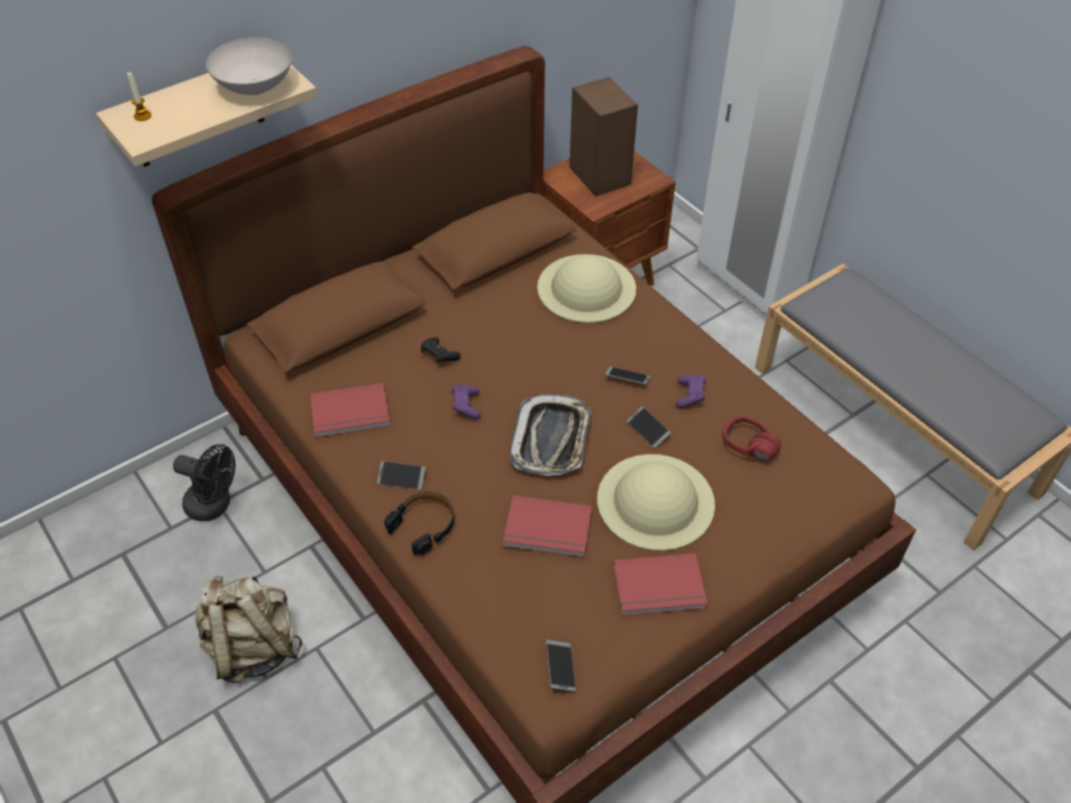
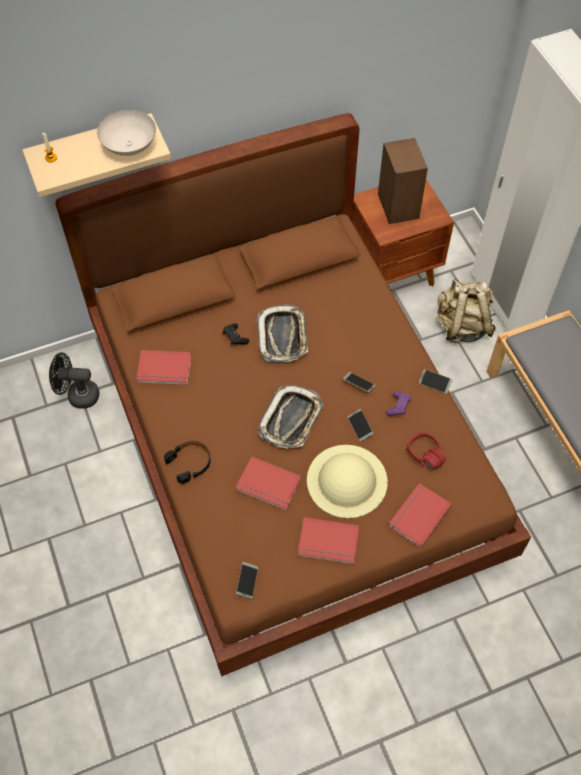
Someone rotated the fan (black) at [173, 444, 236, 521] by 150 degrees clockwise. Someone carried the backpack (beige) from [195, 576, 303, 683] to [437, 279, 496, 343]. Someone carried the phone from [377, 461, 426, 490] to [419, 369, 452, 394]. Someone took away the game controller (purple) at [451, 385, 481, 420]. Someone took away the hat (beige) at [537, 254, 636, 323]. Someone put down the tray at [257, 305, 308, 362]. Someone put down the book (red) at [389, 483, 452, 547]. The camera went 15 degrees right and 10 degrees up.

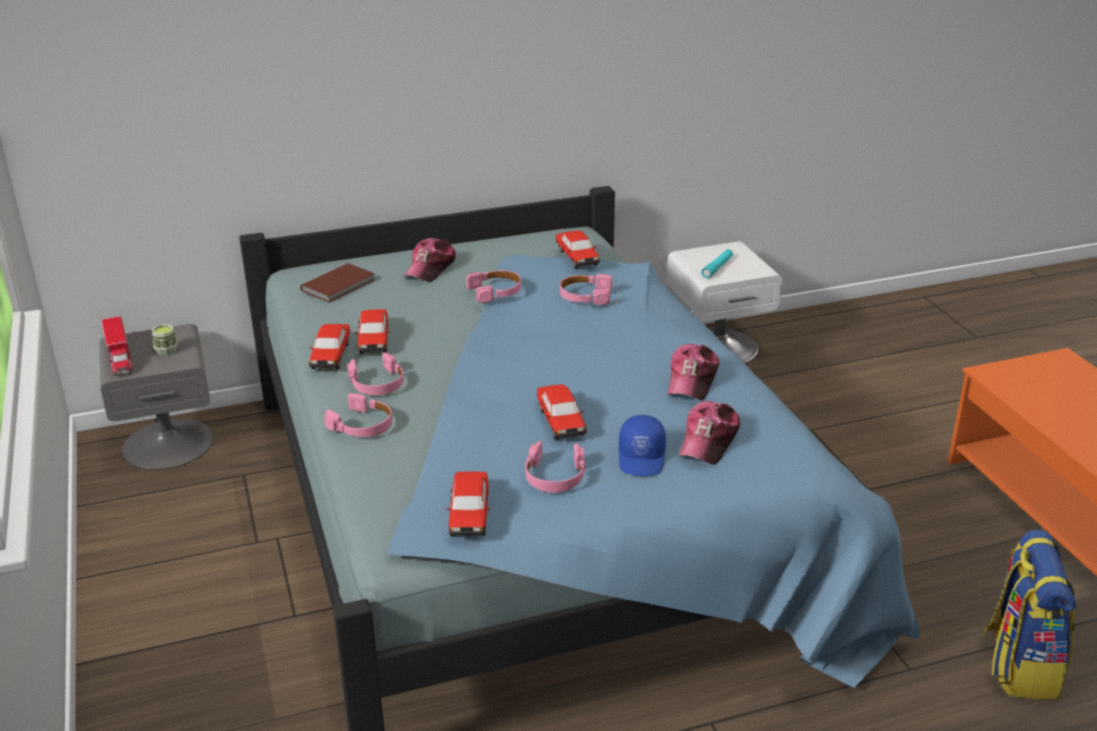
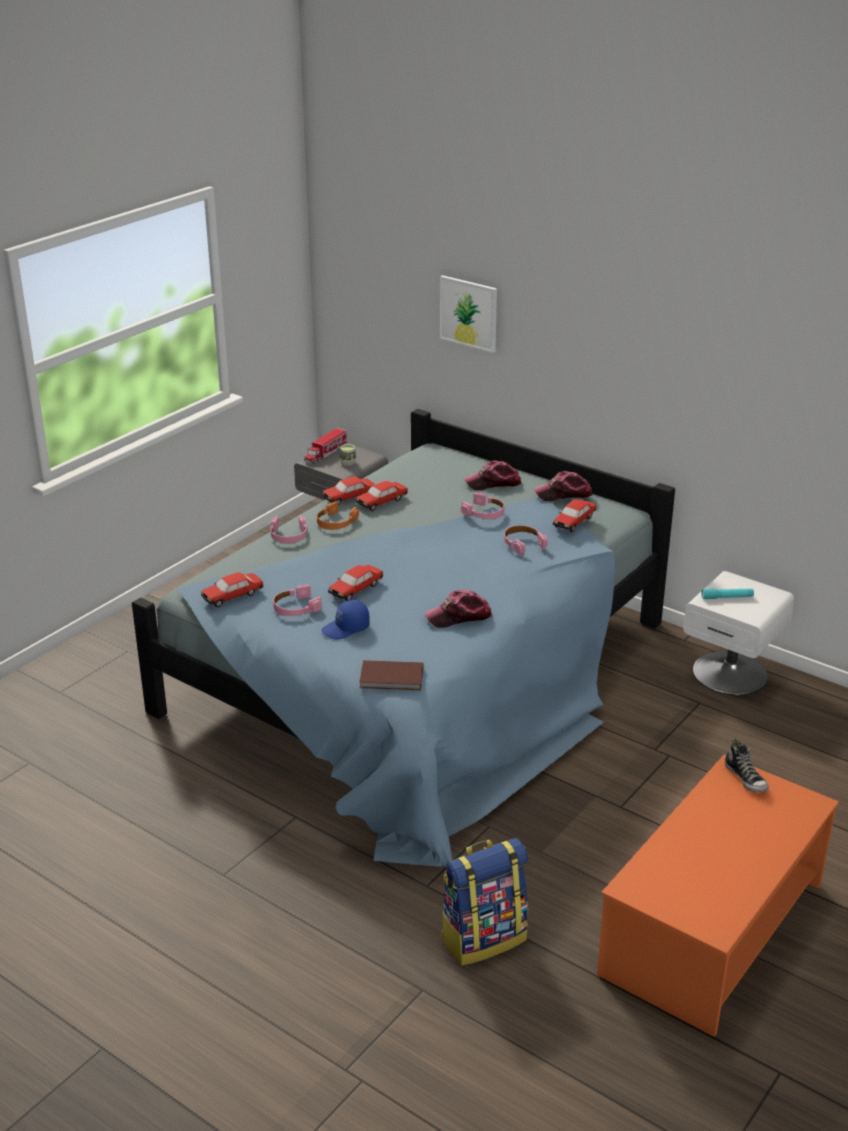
Someone carried the book (brown) from [301, 263, 375, 303] to [359, 660, 423, 691]. Someone repainted the headphones (pink) at [347, 352, 404, 395], which became the headphones (orange) at [317, 501, 359, 530]. Someone carried the cap from [679, 401, 740, 464] to [534, 471, 592, 501]. Someone put up the picture at [440, 275, 497, 353]. Someone put down the shoe at [724, 738, 768, 793]. The camera went 55 degrees right and 0 degrees up.

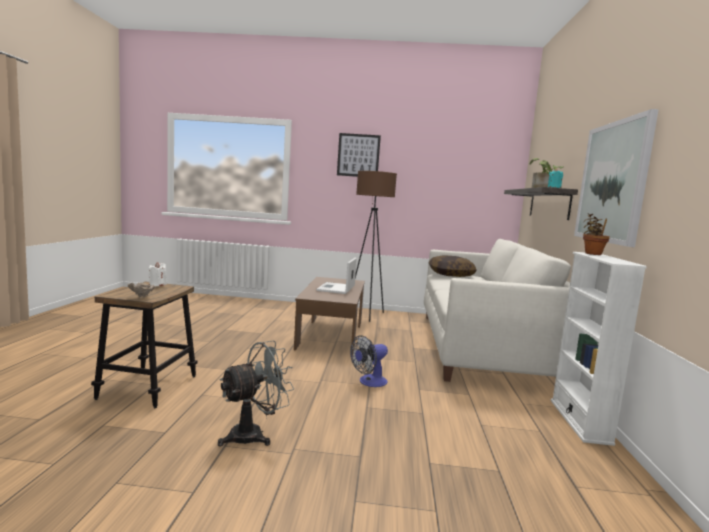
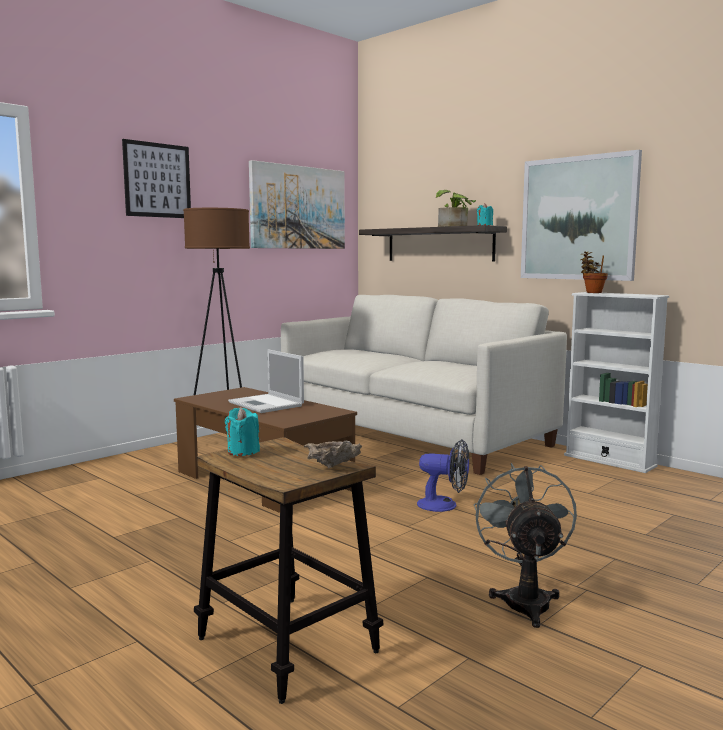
Someone repainted the candle (white) at [148, 262, 167, 286], which became the candle (turquoise) at [225, 407, 260, 456]. Someone rotated the fan at [350, 335, 388, 387] by 75 degrees counterclockwise. Someone took away the pillow at [428, 255, 477, 277]. Someone put up the picture at [249, 160, 345, 249]. The camera went 50 degrees left and 0 degrees up.

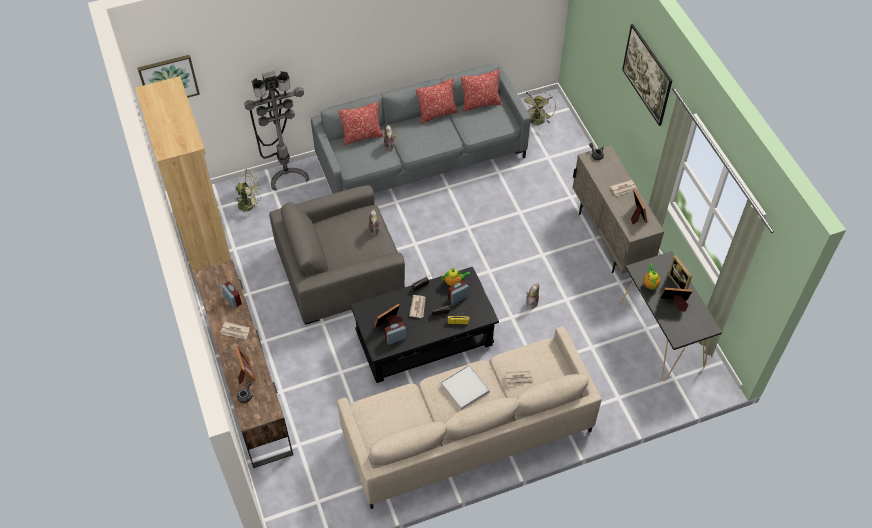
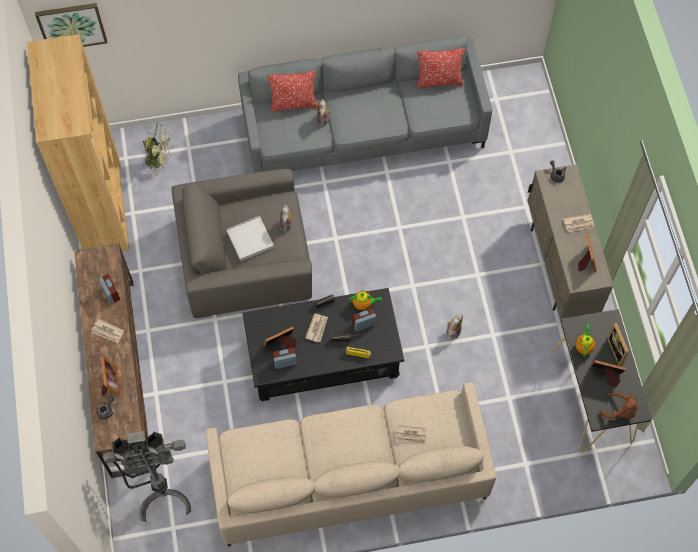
Someone carried the floor lamp (grey) from [244, 71, 309, 191] to [103, 431, 191, 522]. Someone took away the pillow at [416, 78, 458, 124]. Someone carried the tray (white) from [441, 365, 490, 410] to [226, 216, 274, 261]. Someone took away the fan (green) at [521, 90, 556, 125]. Someone took away the picture at [622, 24, 672, 126]. Someone put down the plush toy (brown) at [600, 393, 638, 419]. The camera went 10 degrees right and 10 degrees up.

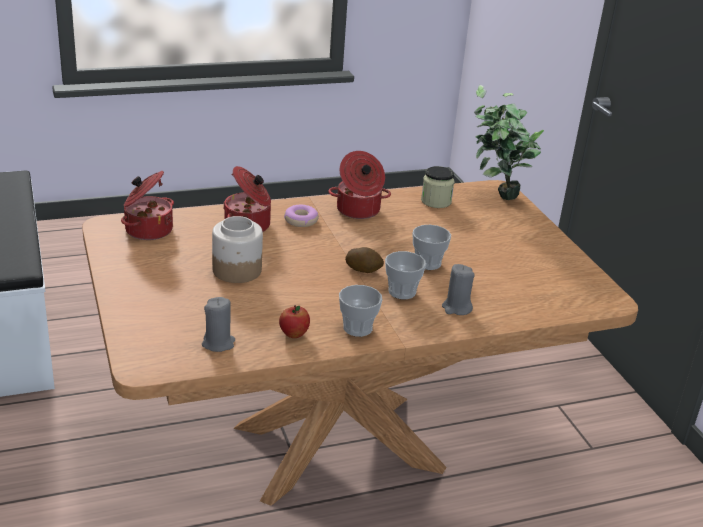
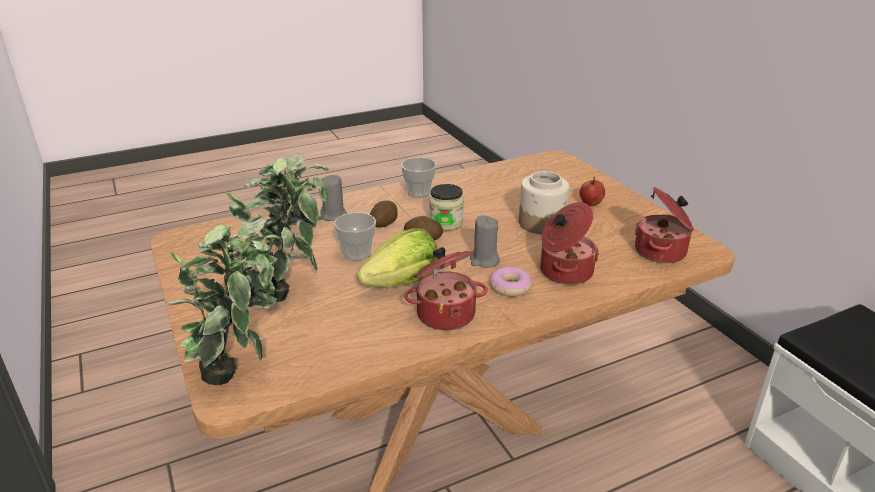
Someone carried the candle (grey) from [202, 297, 235, 352] to [470, 215, 500, 268]. Someone carried the apple from [279, 305, 310, 338] to [580, 177, 605, 206]. Someone swapped the cup at [385, 251, 426, 299] for the potato at [370, 200, 398, 228]. Someone carried the jar from [421, 166, 455, 208] to [429, 184, 464, 231]. Someone put down the potted plant at [227, 153, 330, 302]. Someone put down the lettuce at [357, 229, 438, 288]. The camera went 175 degrees right and 0 degrees up.

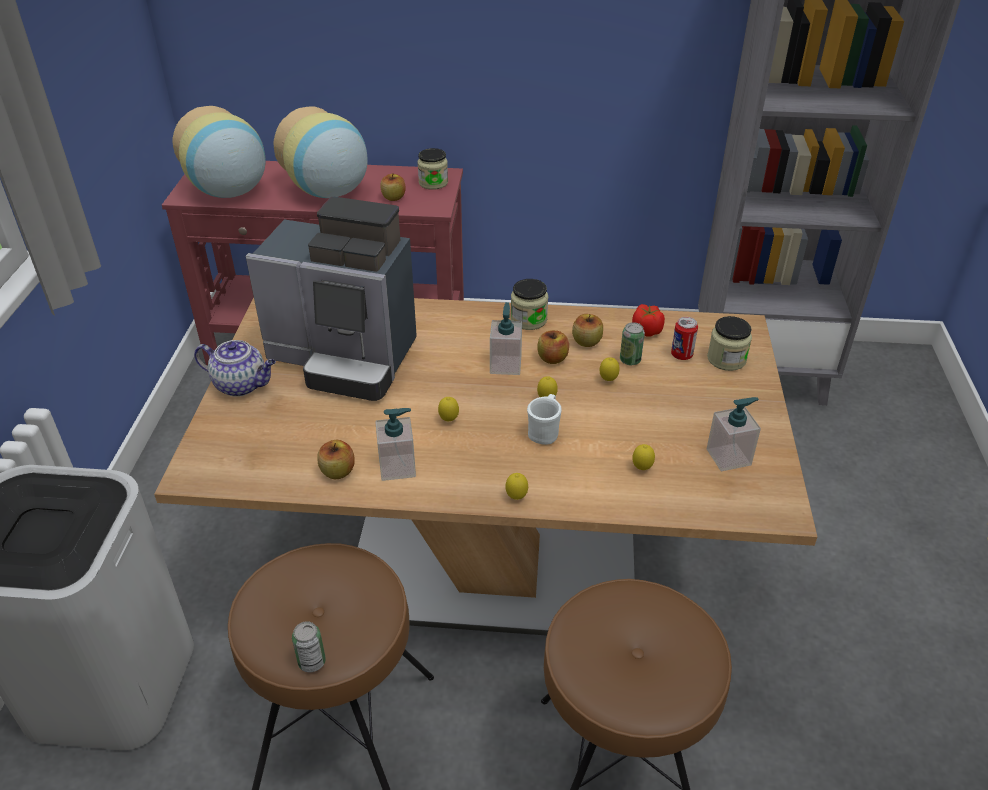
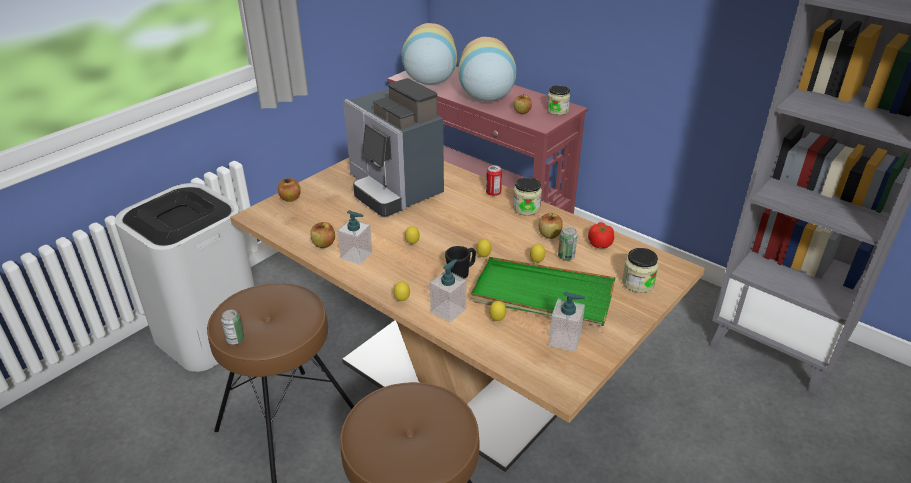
Someone took away the teapot at [194, 340, 276, 397]. Someone carried the soap dispenser from [490, 302, 522, 375] to [430, 259, 466, 322]. Someone repainted the mug (white) at [527, 394, 562, 445], which became the mug (black) at [445, 246, 476, 279]. Someone carried the apple from [537, 330, 569, 364] to [278, 178, 301, 202]. Someone carried the can from [671, 317, 698, 360] to [486, 165, 502, 196]. Someone put down the tray (green) at [471, 257, 616, 326]. The camera went 35 degrees right and 5 degrees down.

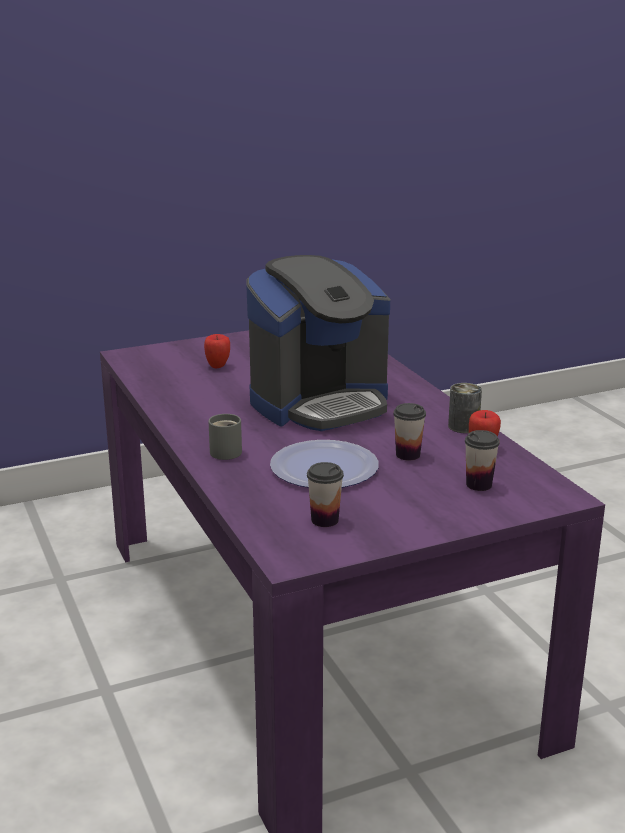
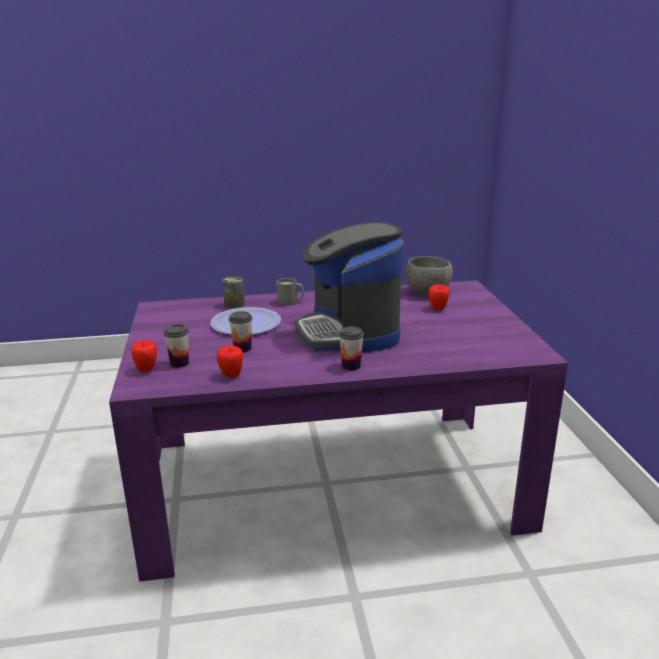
Someone carried the cup from [307, 462, 344, 527] to [339, 326, 364, 370]. Someone carried the can from [448, 383, 482, 433] to [223, 276, 245, 309]. Someone put down the apple at [132, 340, 157, 372]. Someone put down the bowl (grey) at [405, 256, 452, 295]. The camera went 105 degrees right and 0 degrees up.

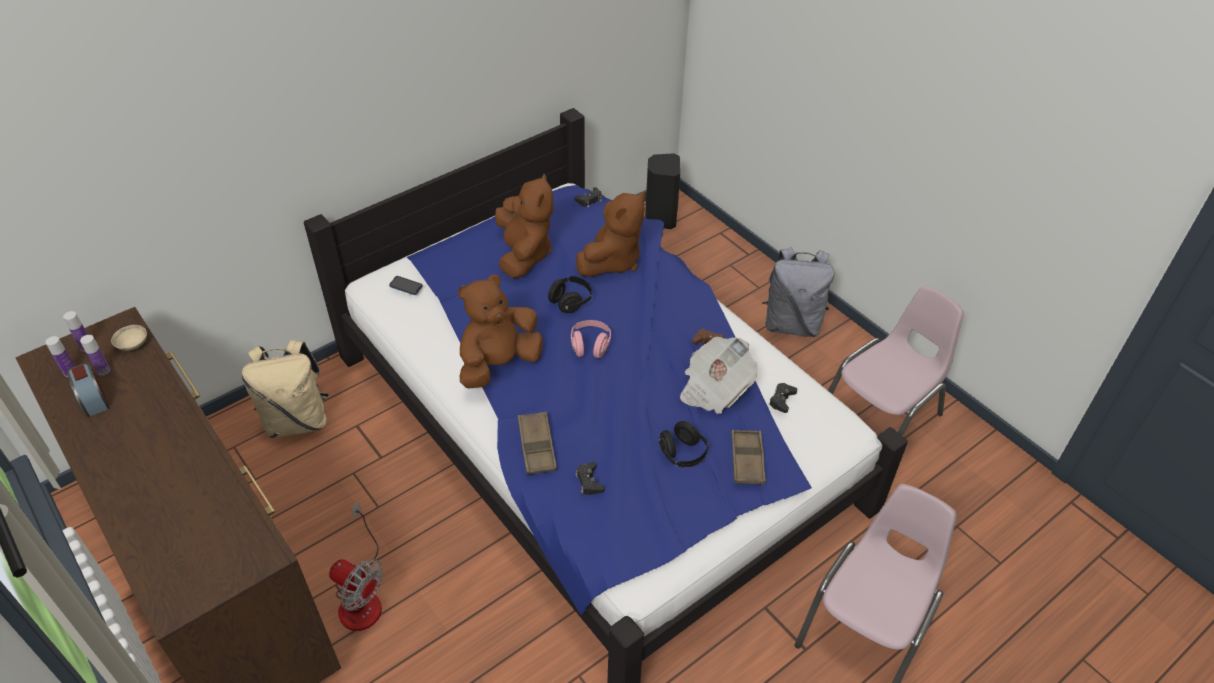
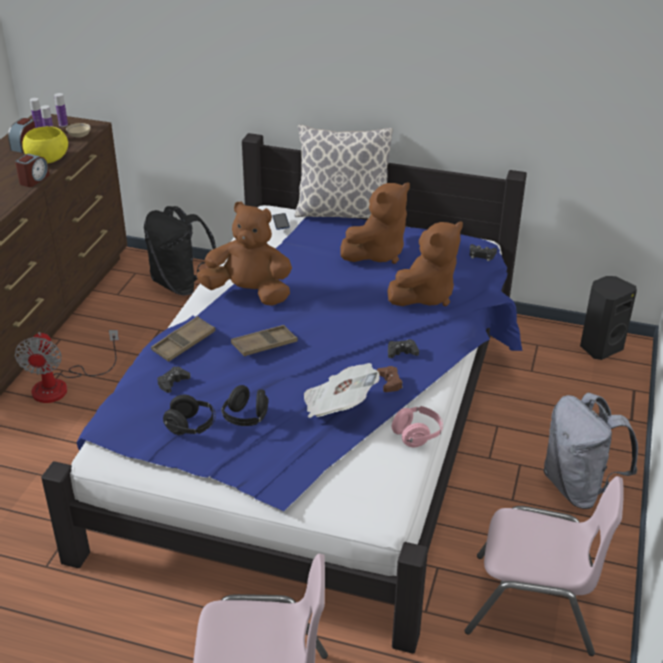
Someone repainted the backpack (beige) at [242, 340, 328, 438], which became the backpack (black) at [144, 206, 216, 295]. Someone carried the headphones (black) from [548, 276, 592, 313] to [163, 395, 216, 435]. Someone carried the headphones (pink) from [571, 320, 611, 358] to [392, 406, 443, 447]. Someone rotated the plush toy (brown) at [576, 192, 646, 277] by 45 degrees counterclockwise. Someone carried the tray (brown) from [731, 430, 766, 484] to [231, 325, 298, 356]. Someone carried the game controller (black) from [769, 383, 797, 413] to [388, 339, 419, 358]. Someone put down the alarm clock at [15, 154, 50, 187]. Someone put down the bowl (yellow) at [22, 126, 68, 164]. Someone put down the pillow at [294, 124, 393, 219]. The camera went 55 degrees right and 10 degrees down.

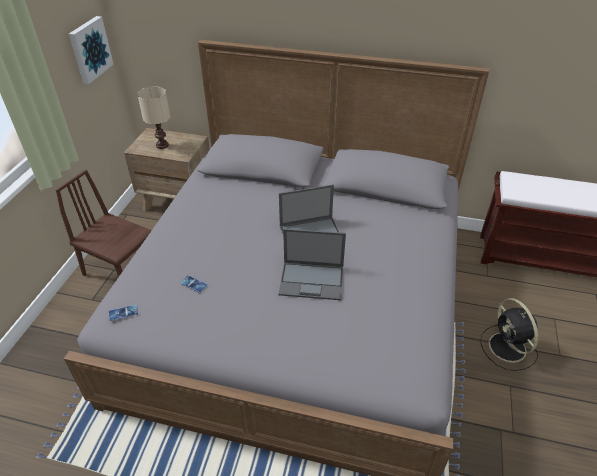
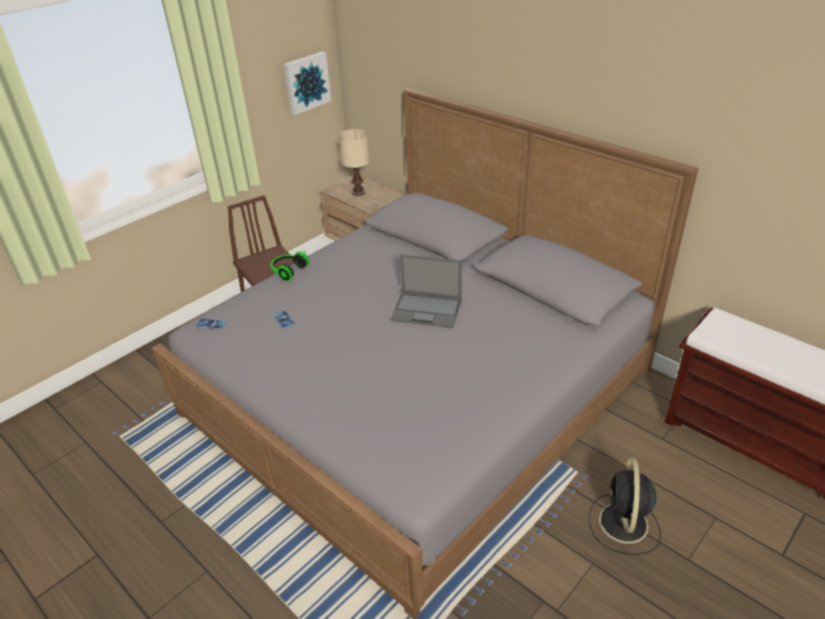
Someone took away the laptop at [279, 229, 346, 300]. Someone put down the headphones at [271, 251, 309, 281]. The camera went 30 degrees right and 5 degrees down.

